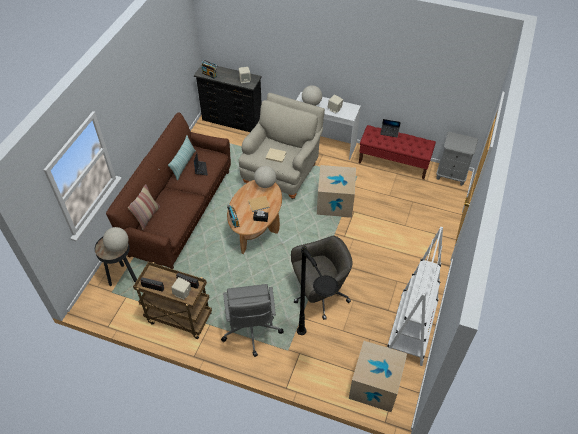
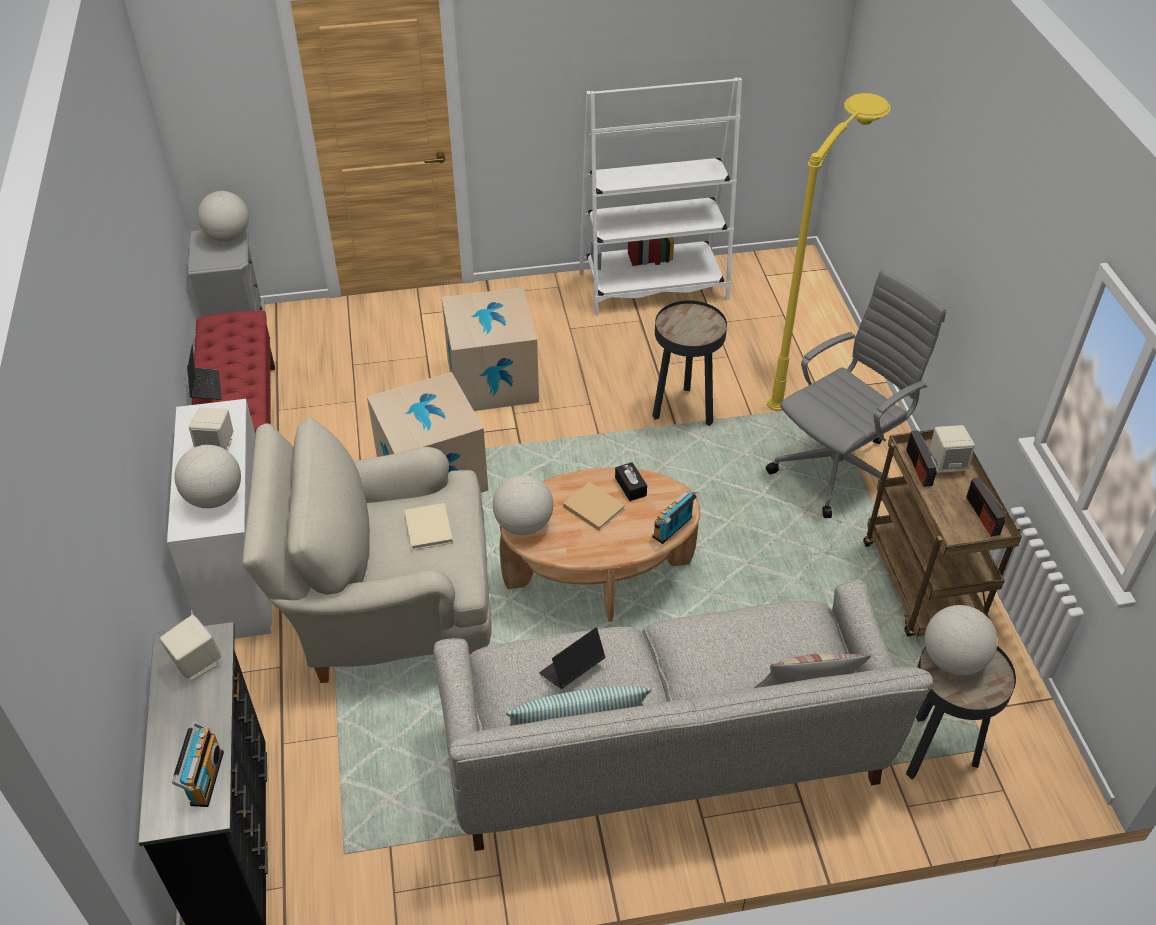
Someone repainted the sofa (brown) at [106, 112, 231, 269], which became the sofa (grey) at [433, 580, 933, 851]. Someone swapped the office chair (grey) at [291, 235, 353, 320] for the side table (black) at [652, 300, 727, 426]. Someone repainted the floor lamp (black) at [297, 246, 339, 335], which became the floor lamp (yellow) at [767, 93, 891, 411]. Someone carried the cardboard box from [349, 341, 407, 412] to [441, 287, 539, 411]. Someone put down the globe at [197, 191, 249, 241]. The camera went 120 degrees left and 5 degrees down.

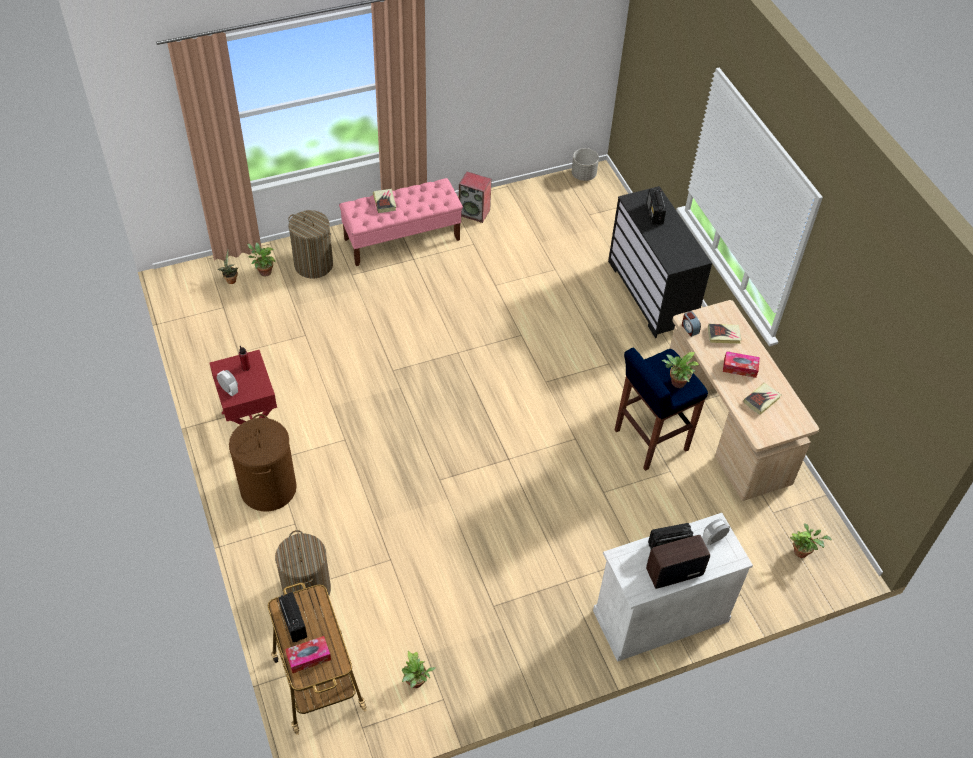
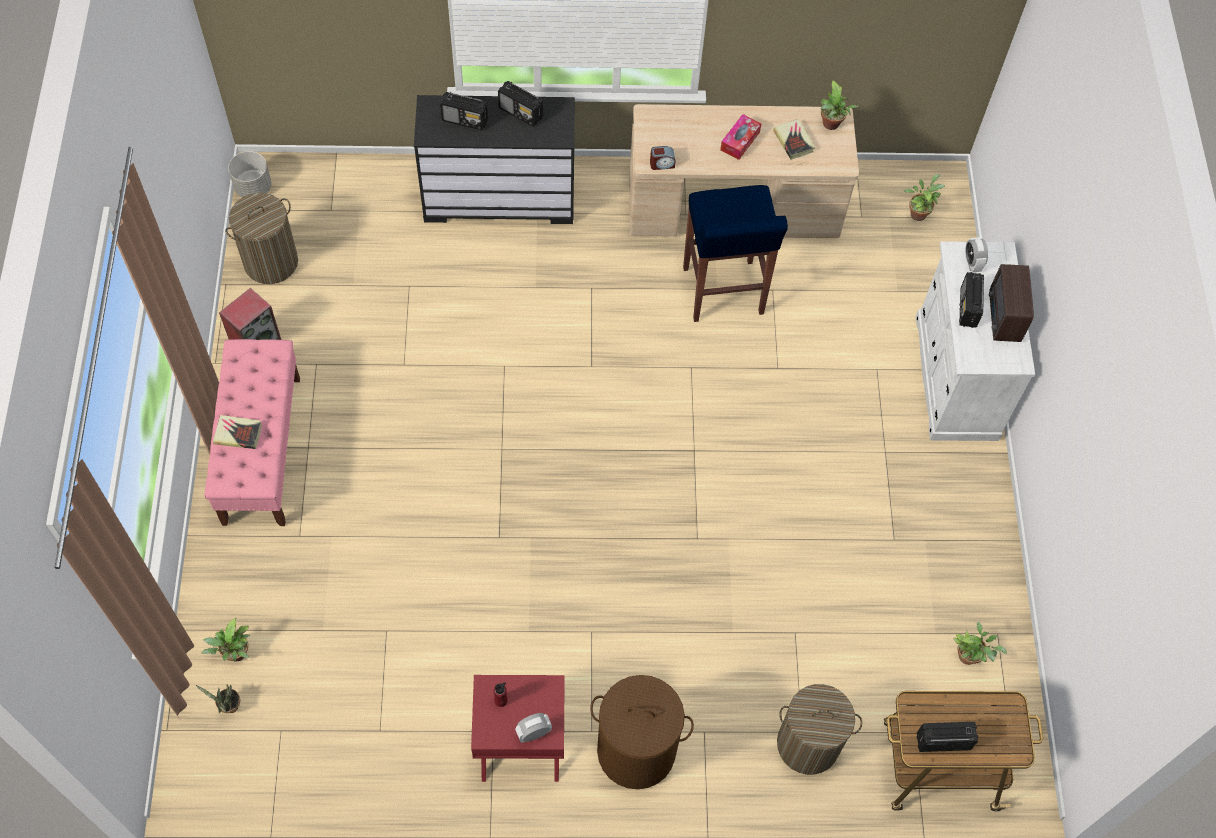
Someone took away the tissue box at [285, 636, 331, 673]. Someone carried the laundry basket from [288, 210, 333, 278] to [225, 193, 298, 284]. Someone carried the potted plant from [661, 352, 699, 388] to [821, 80, 858, 130]. Someone took away the book at [708, 324, 741, 344]. Someone put down the radio at [498, 81, 543, 127]. The camera went 70 degrees left and 10 degrees up.

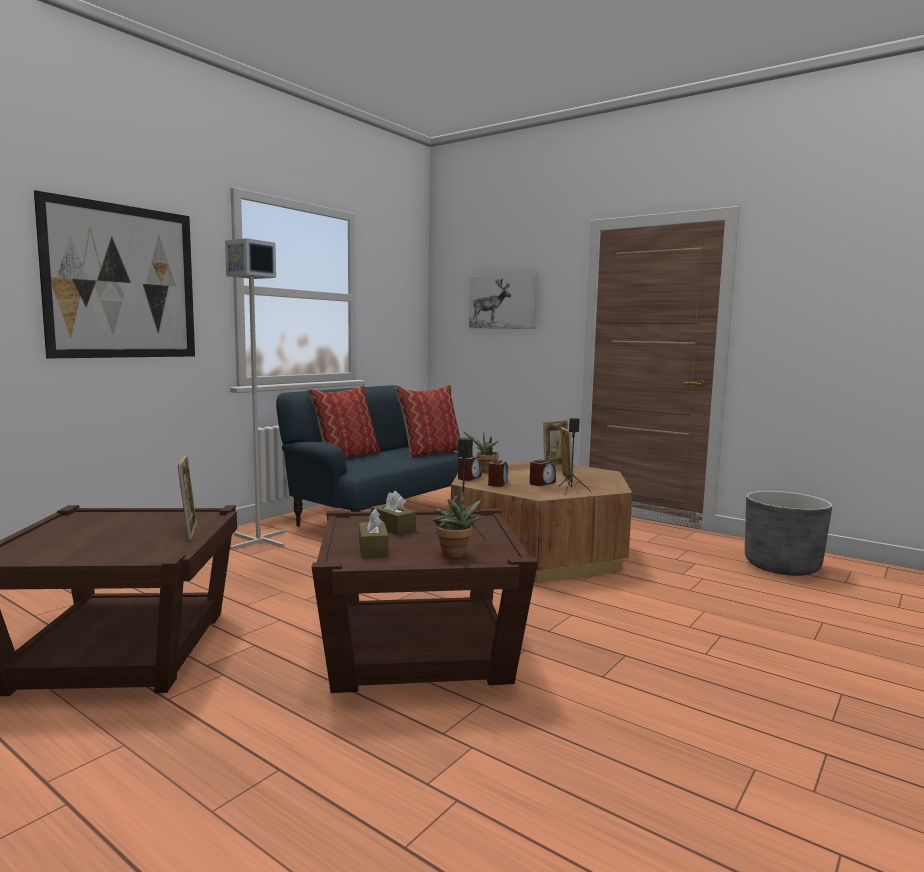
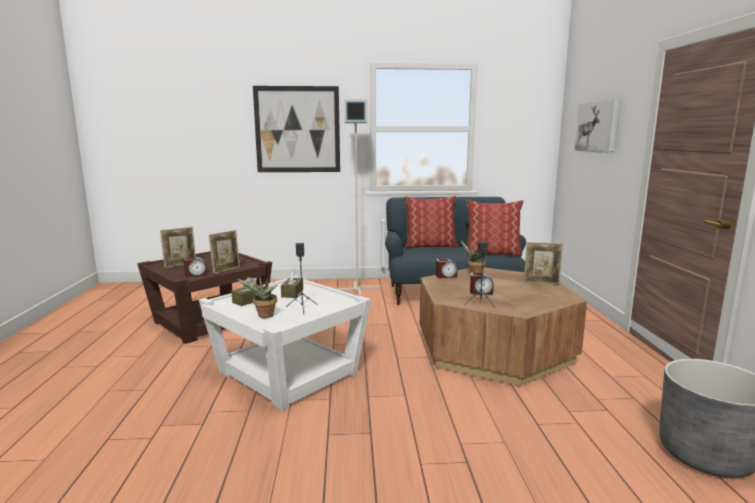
Someone repainted the side table (brown) at [312, 508, 538, 693], which became the side table (white) at [199, 276, 371, 411]. Someone carried the alarm clock from [488, 460, 508, 487] to [184, 257, 207, 277]. Someone carried the picture frame from [560, 427, 573, 483] to [160, 227, 196, 268]. The camera went 50 degrees right and 5 degrees up.

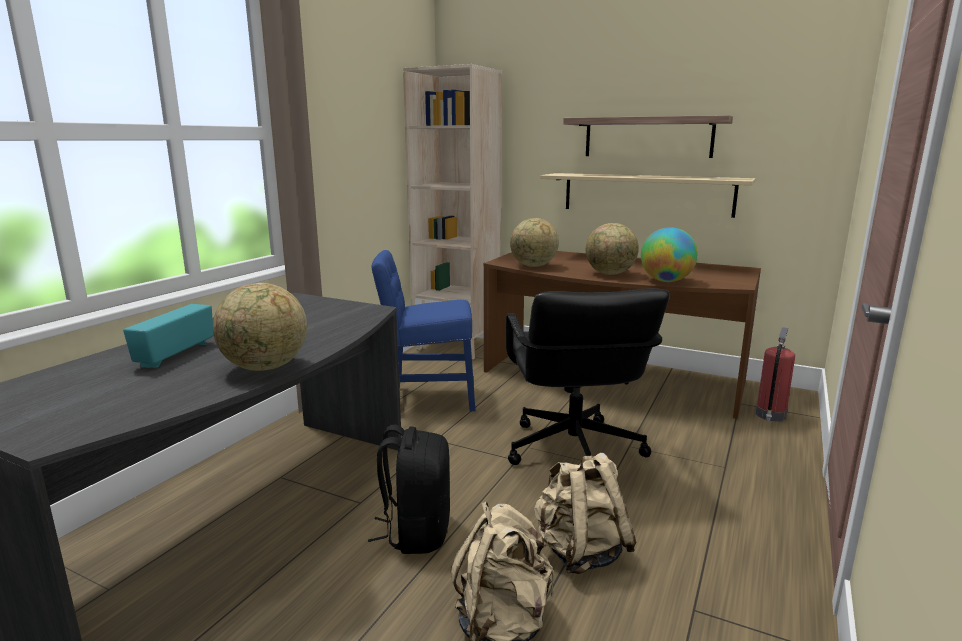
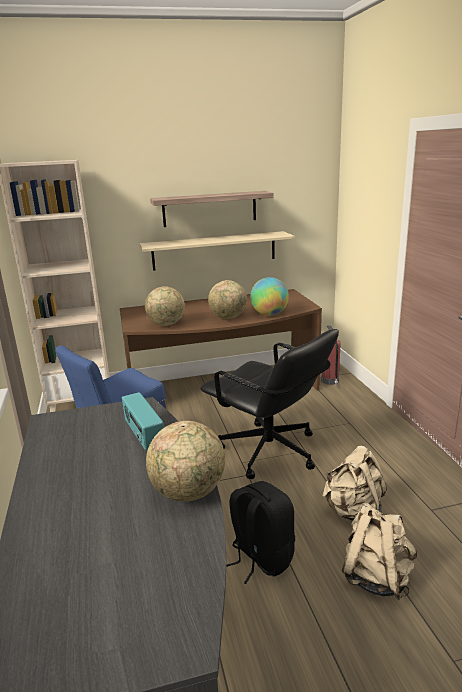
Someone carried the radio from [123, 304, 213, 368] to [122, 392, 164, 451]. The camera went 40 degrees left and 5 degrees up.

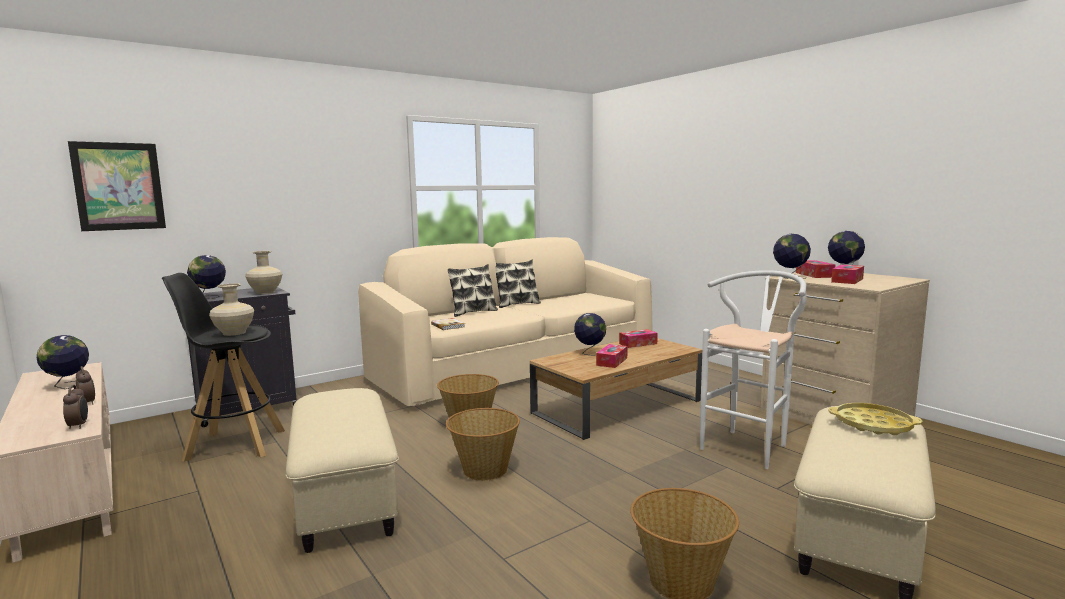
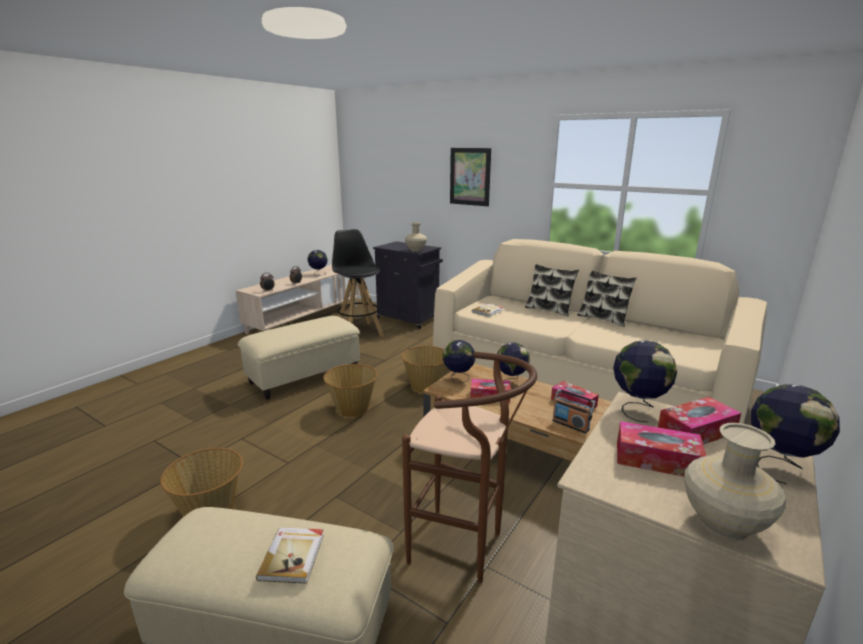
Someone carried the picture from [68, 141, 166, 231] to [450, 148, 491, 206]. Someone carried the globe from [187, 255, 226, 299] to [443, 340, 475, 383]. Someone carried the vase (beige) from [209, 283, 254, 336] to [684, 423, 786, 541]. Someone repainted the stool (white) at [700, 270, 807, 469], which became the stool (brown) at [402, 352, 537, 583]. Someone swapped the tray (yellow) at [828, 403, 923, 435] for the book at [256, 527, 324, 584]. Someone put down the radio at [552, 389, 596, 434]. The camera went 70 degrees right and 10 degrees up.

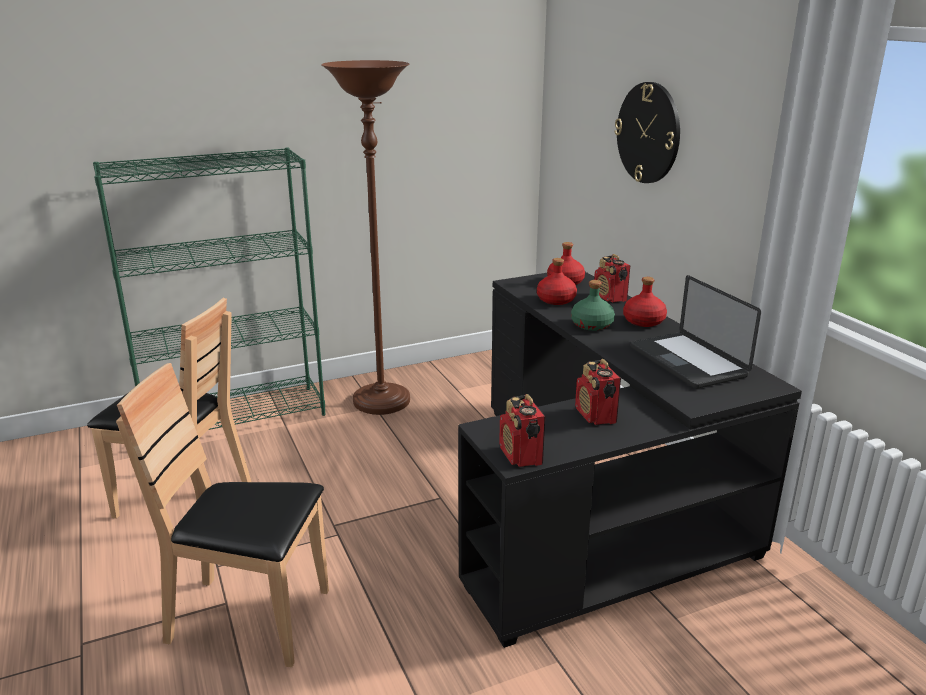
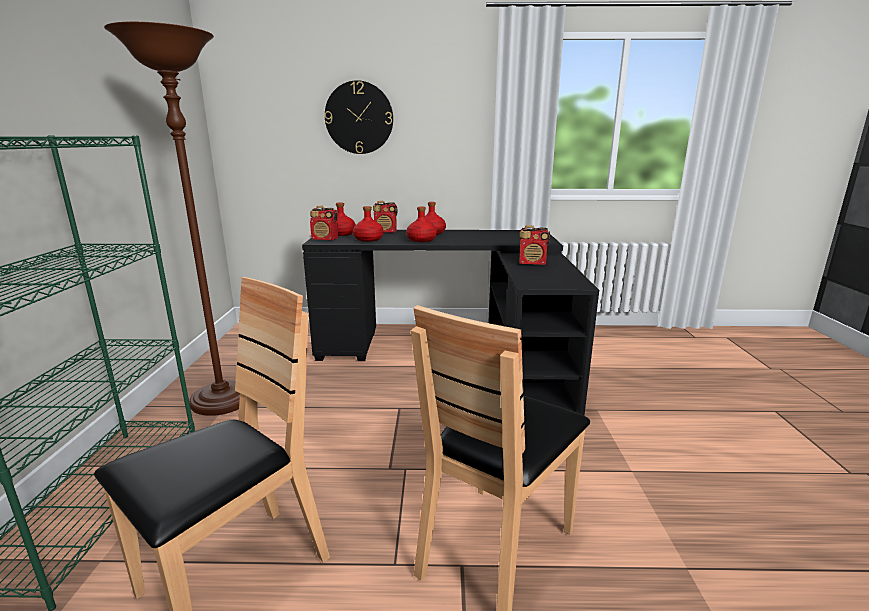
Someone carried the radio from [499, 394, 545, 467] to [310, 206, 338, 240]. Someone repainted the bottle (green) at [571, 280, 615, 331], which became the bottle (red) at [406, 207, 437, 242]. Someone took away the laptop at [630, 275, 761, 389]. The camera went 65 degrees left and 5 degrees down.

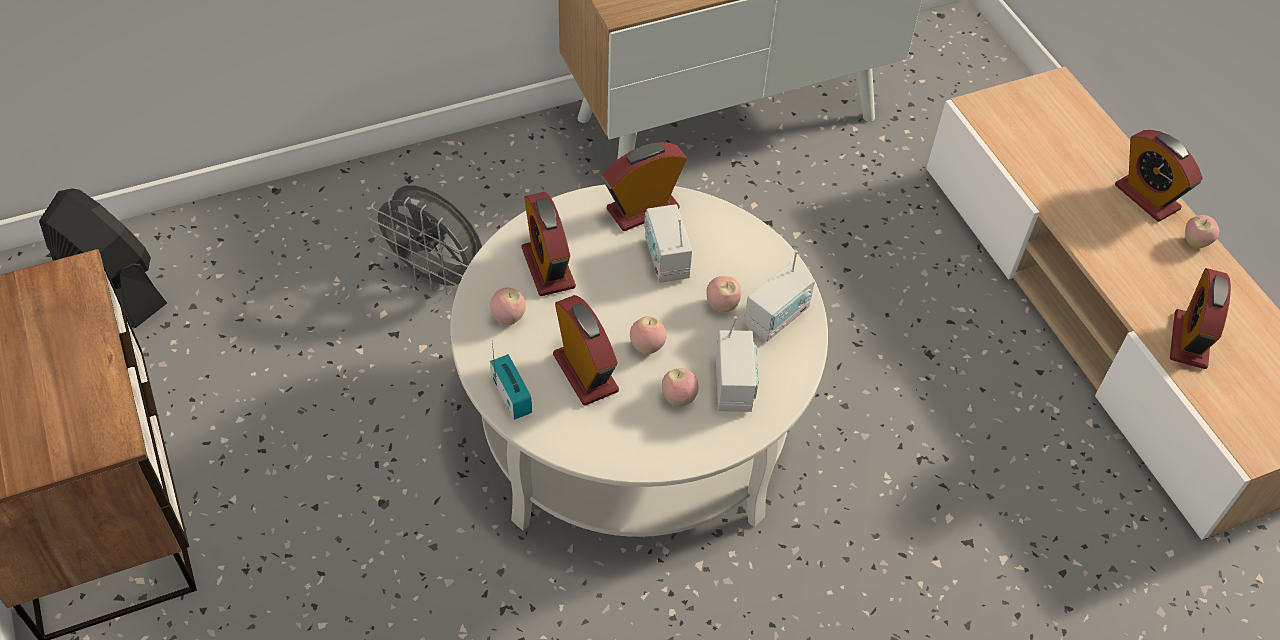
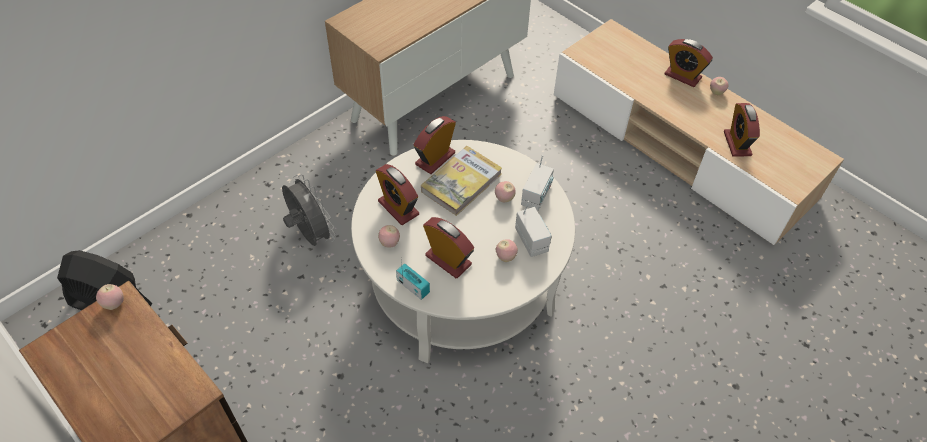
Someone rotated the fan (grey) at [368, 185, 482, 295] by 135 degrees counterclockwise. Someone carried the apple from [630, 316, 667, 354] to [96, 284, 124, 310]. Someone swapped the radio at [644, 204, 692, 283] for the book at [421, 146, 502, 216]. The camera went 20 degrees left and 0 degrees up.

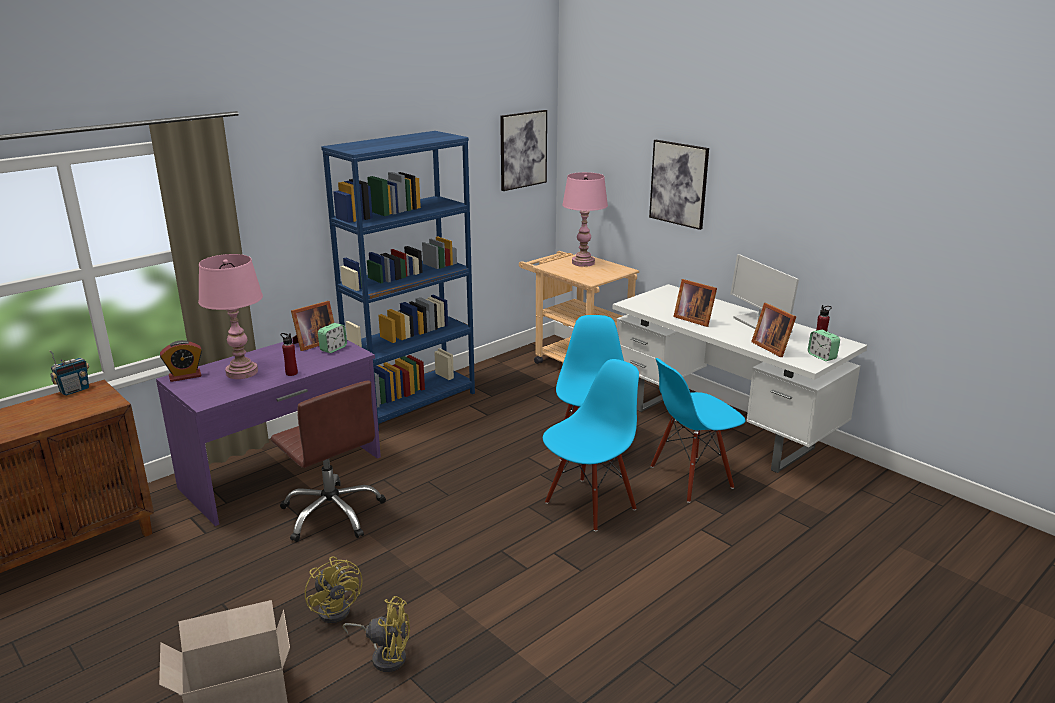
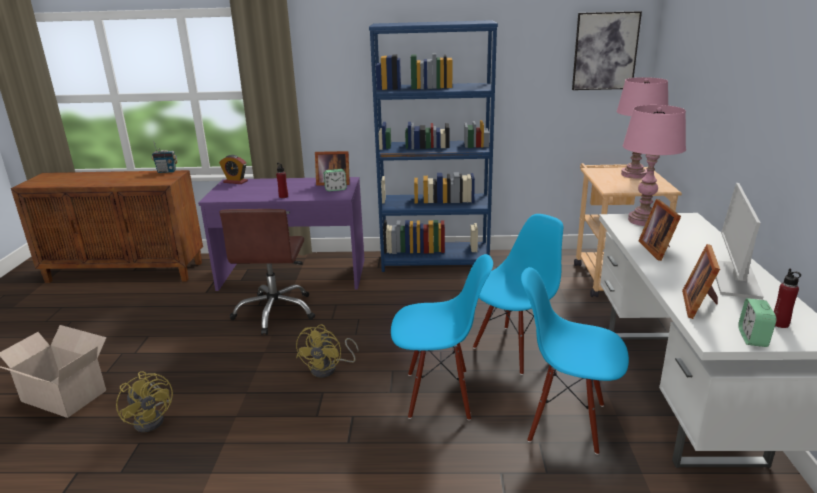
Someone carried the table lamp (pink) from [198, 254, 263, 379] to [623, 105, 686, 226]. Someone carried the fan (yellow) from [305, 557, 362, 623] to [296, 324, 358, 378]. Someone took away the picture at [649, 140, 709, 230]. The camera went 45 degrees right and 0 degrees up.

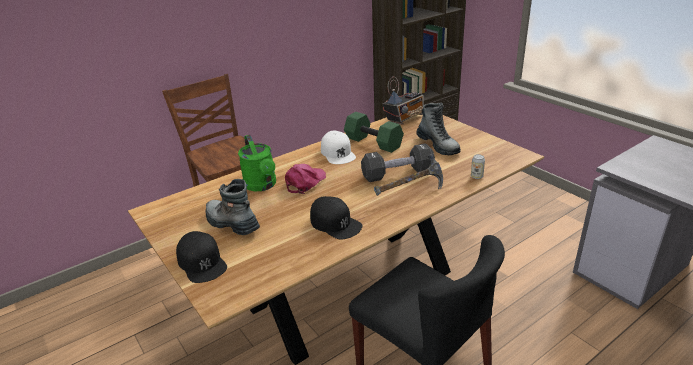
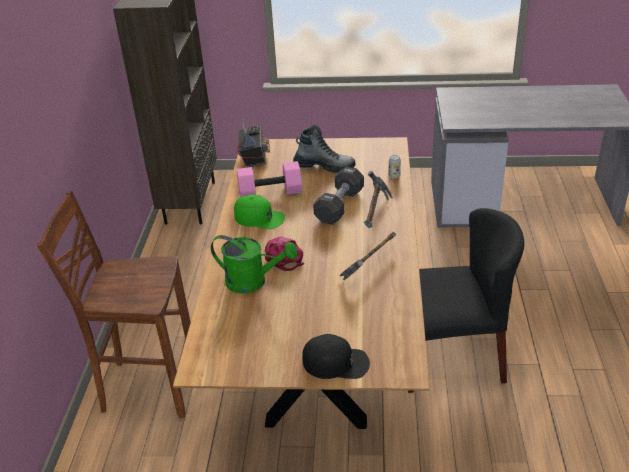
Someone took away the boot at [206, 179, 260, 235]. Someone swapped the cap (black) at [310, 196, 362, 240] for the hammer at [340, 232, 396, 281]. Someone repainted the cap (white) at [321, 131, 356, 164], which became the cap (green) at [234, 195, 285, 229]. Someone repainted the dumbbell (green) at [344, 112, 404, 153], which became the dumbbell (pink) at [237, 161, 302, 197]. The camera went 50 degrees left and 5 degrees up.

